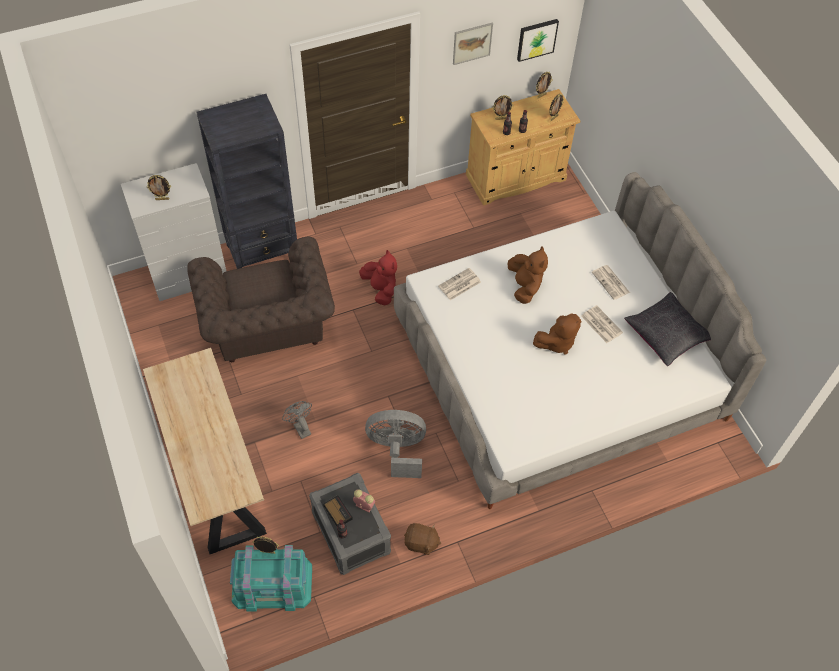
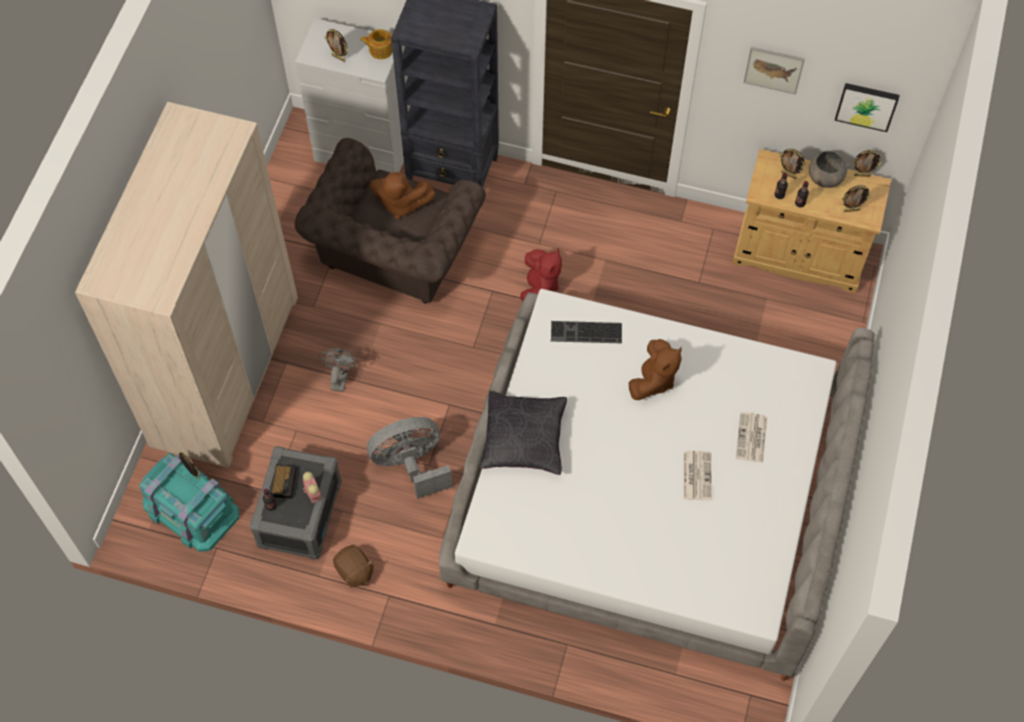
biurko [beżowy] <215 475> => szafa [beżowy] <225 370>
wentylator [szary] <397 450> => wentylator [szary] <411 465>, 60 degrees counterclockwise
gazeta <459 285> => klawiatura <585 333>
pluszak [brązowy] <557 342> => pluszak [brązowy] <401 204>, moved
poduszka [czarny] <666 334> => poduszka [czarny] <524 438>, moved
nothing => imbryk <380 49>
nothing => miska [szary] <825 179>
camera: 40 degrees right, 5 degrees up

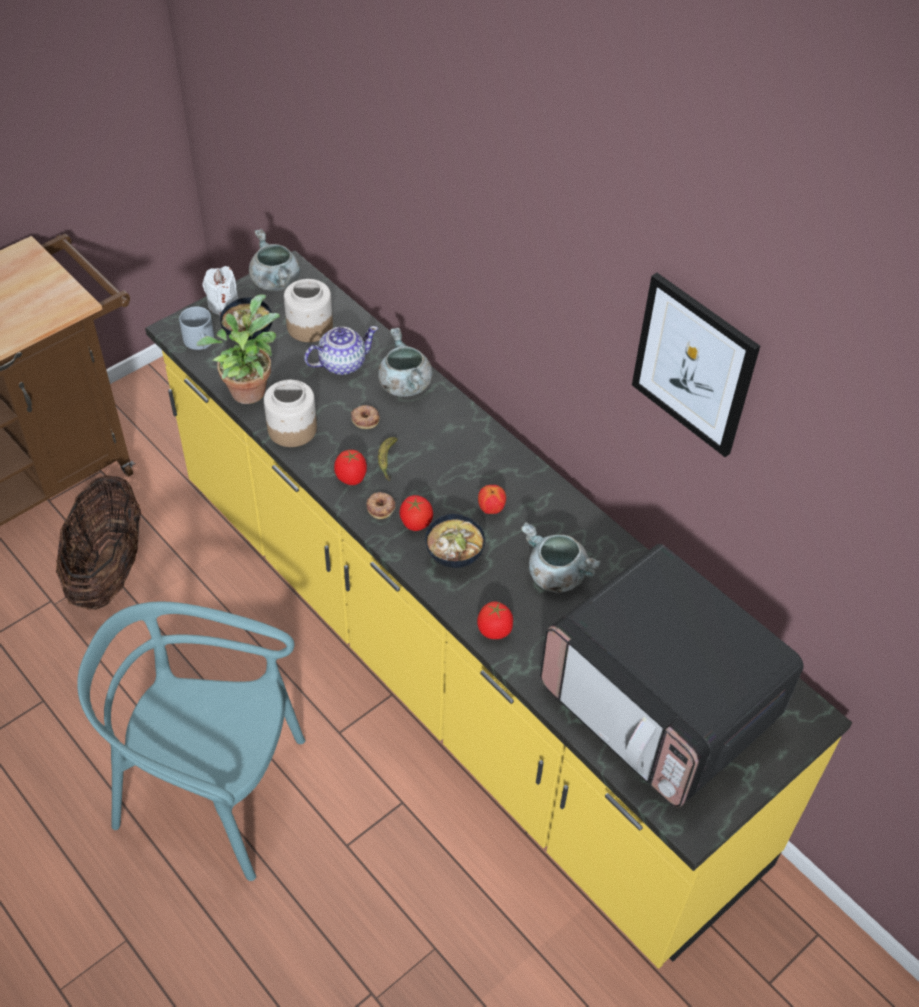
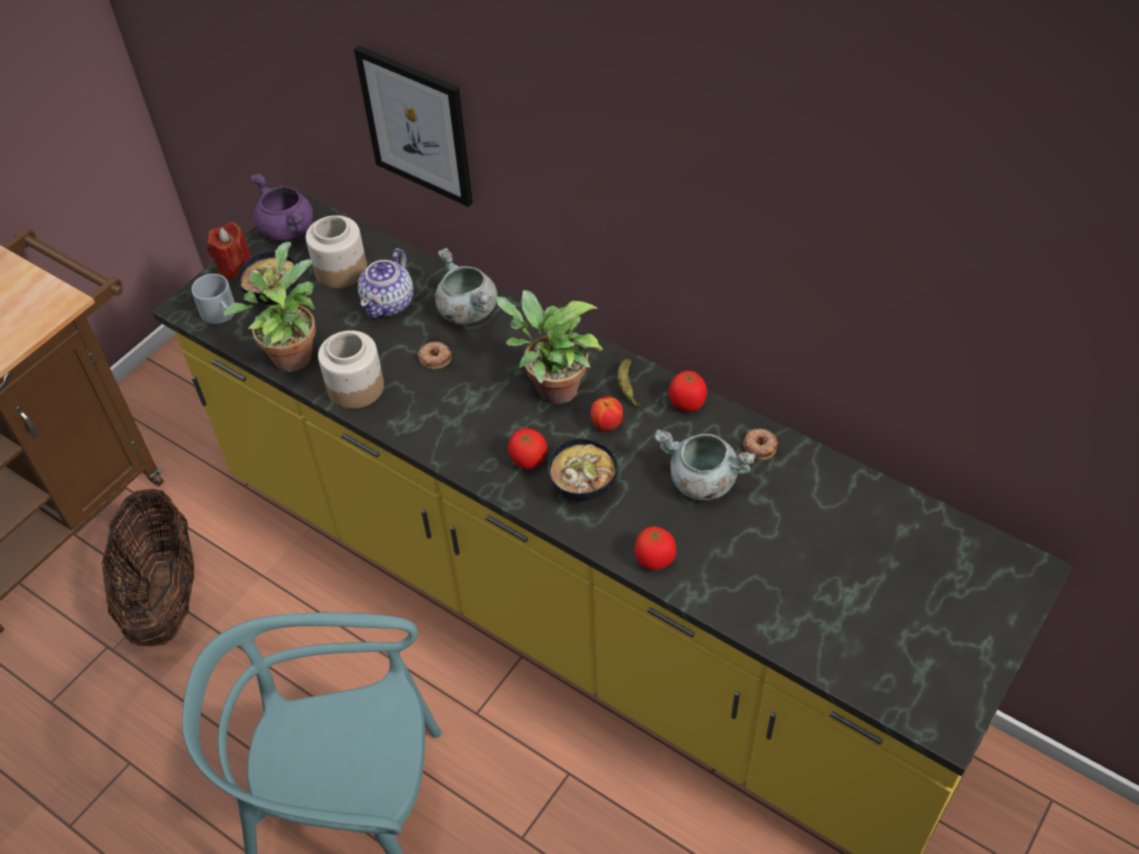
świeca [biały] <223 304> => świeca [czerwony] <235 267>
garnek [szary] <277 282> => garnek [fioletowy] <289 230>
imbryk <341 363> => imbryk <389 302>, 150 degrees clockwise
pomidor <351 478> => pomidor <687 403>, moved
donut <381 507> => donut <760 446>, moved
banan <387 461> => banan <627 387>, moved
mikrofalówka <660 704> => nothing
obraz <694 365> => obraz <417 126>, moved
nothing => roślina doniczkowa <551 389>
camera: 10 degrees left, 0 degrees up

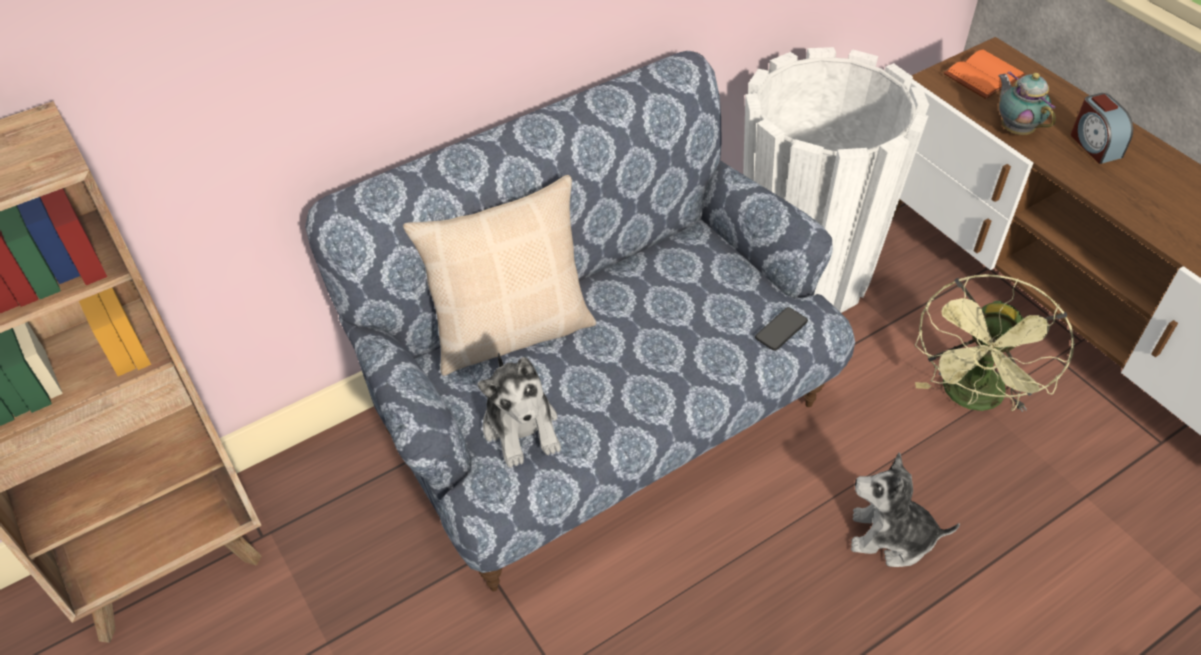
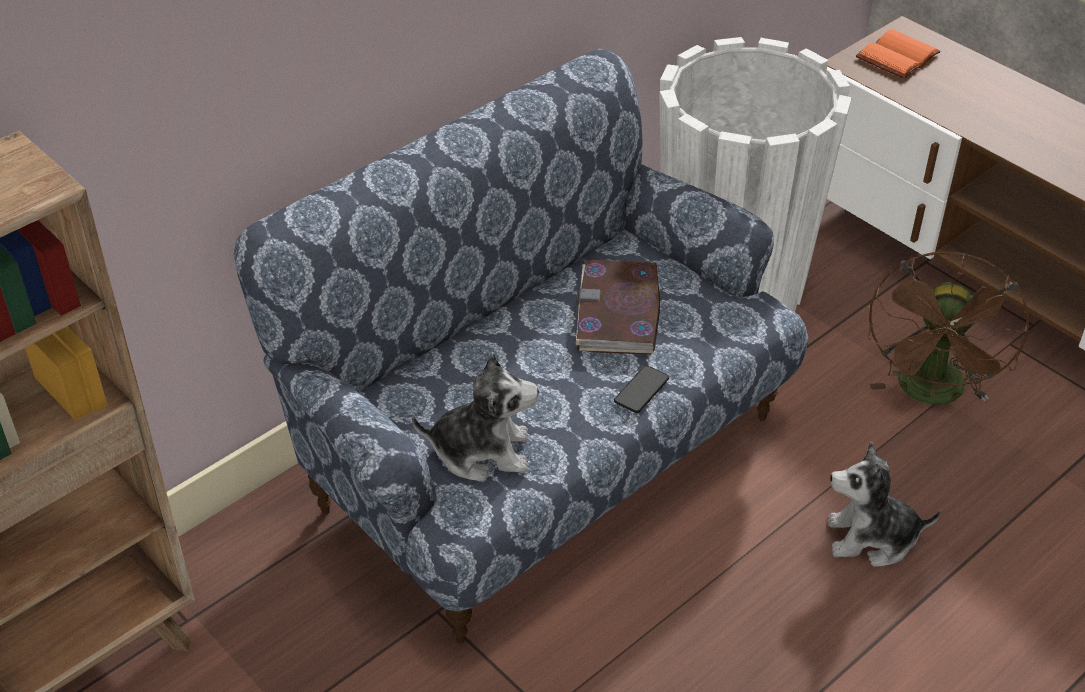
poduszka [beżowy] <511 331> => nothing
pluszak <522 427> => pluszak <482 451>, 60 degrees counterclockwise
telefon <781 330> => telefon <641 390>, moved
wentylator [zielony] <972 399> => wentylator [brązowy] <932 394>
imbryk <1015 129> => nothing
budzik <1094 145> => nothing
nothing => książka <618 312>
camera: 10 degrees left, 5 degrees down

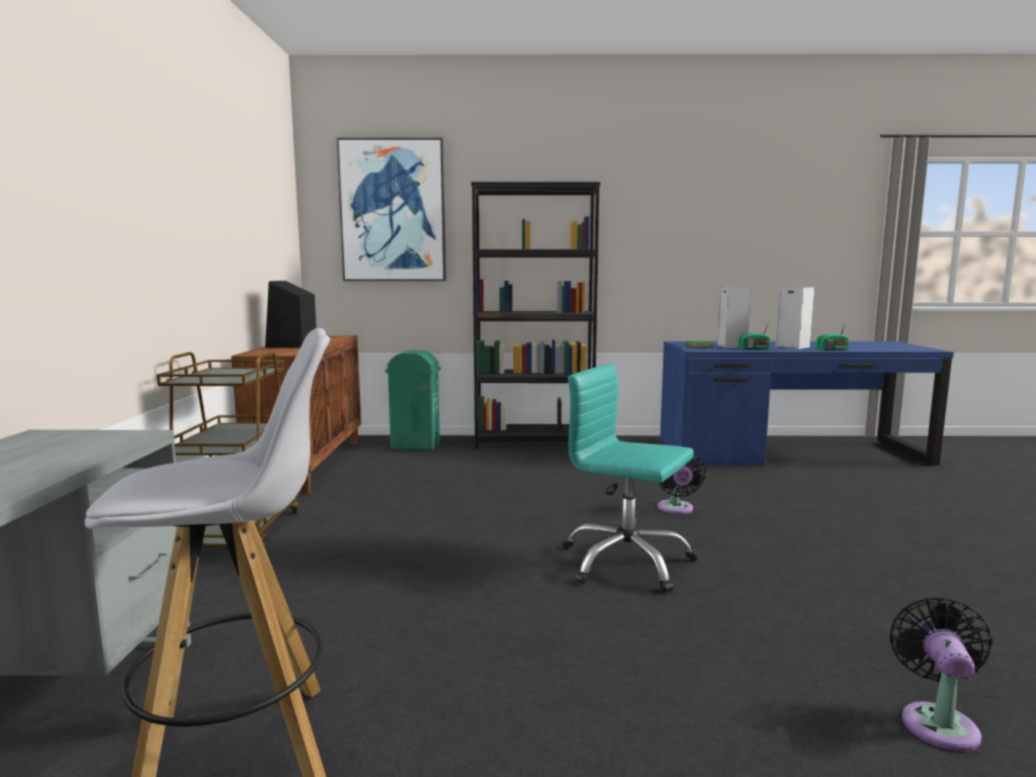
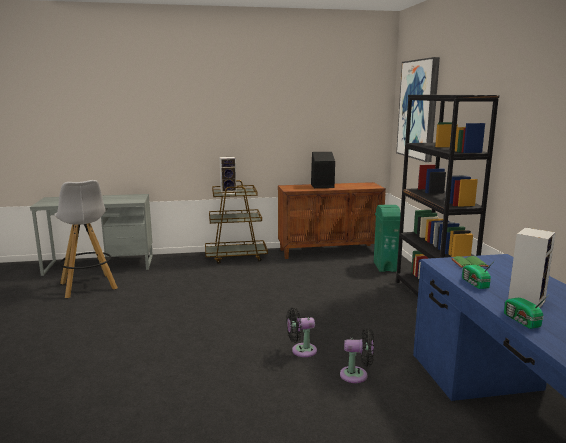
krzesło biurowe [turkusowy] <626 562> => nothing
głośnik <730 346> => głośnik <229 192>, moved
wentylator [czarny] <938 722> => wentylator [czarny] <357 375>, moved
camera: 80 degrees right, 5 degrees up

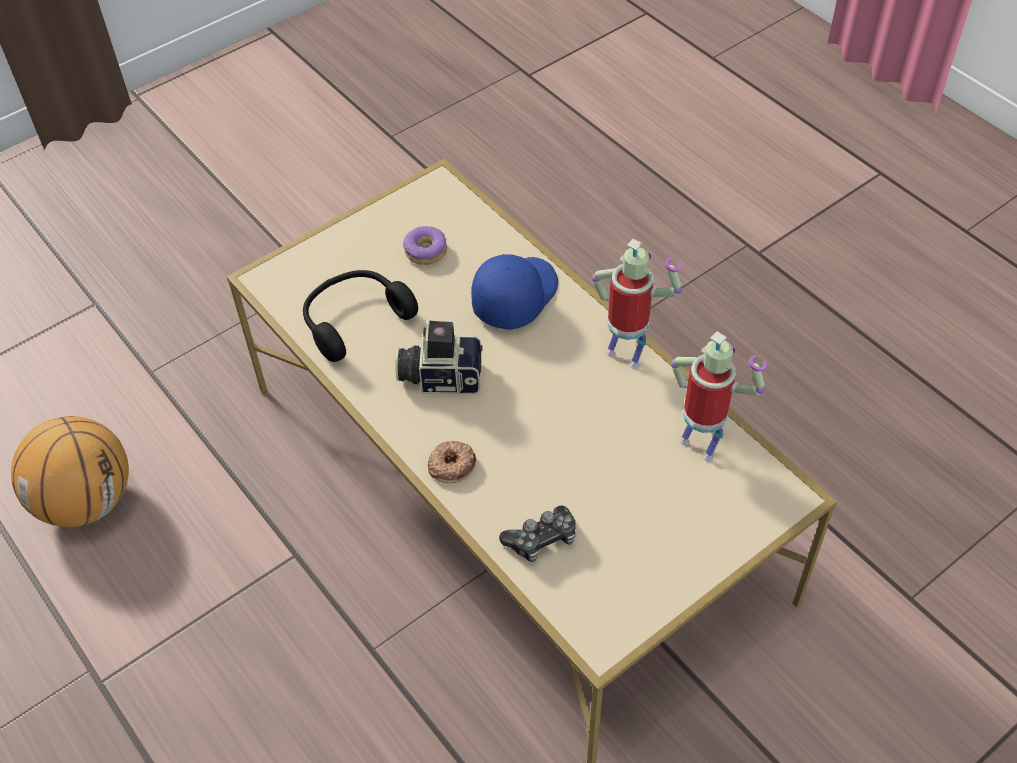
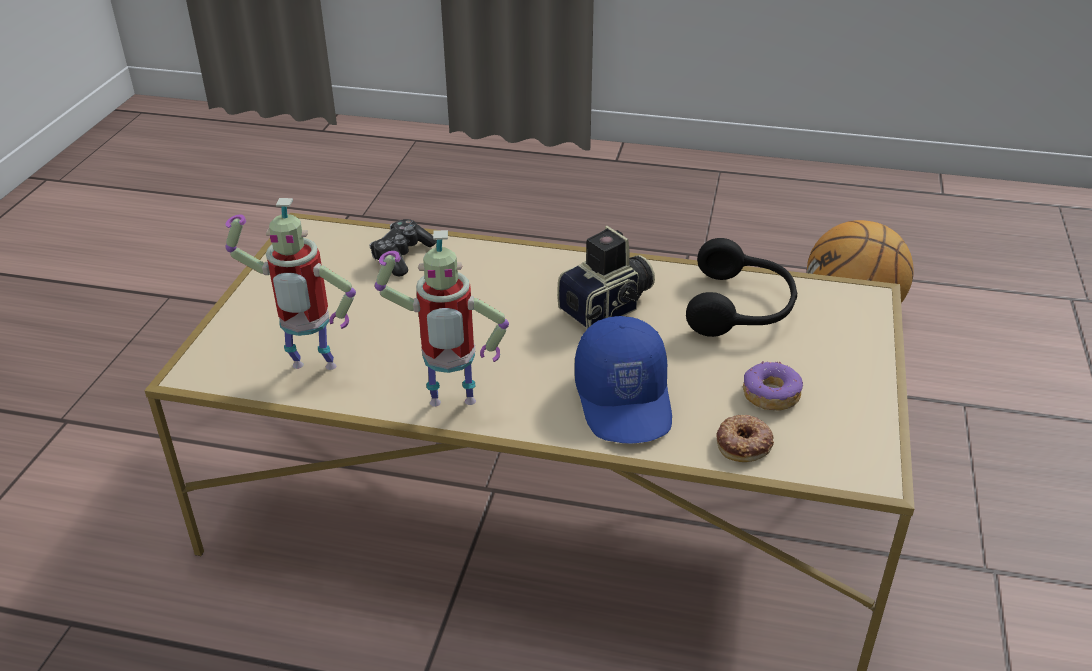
donut <451 464> => donut <744 443>, moved
camera: 140 degrees right, 15 degrees down

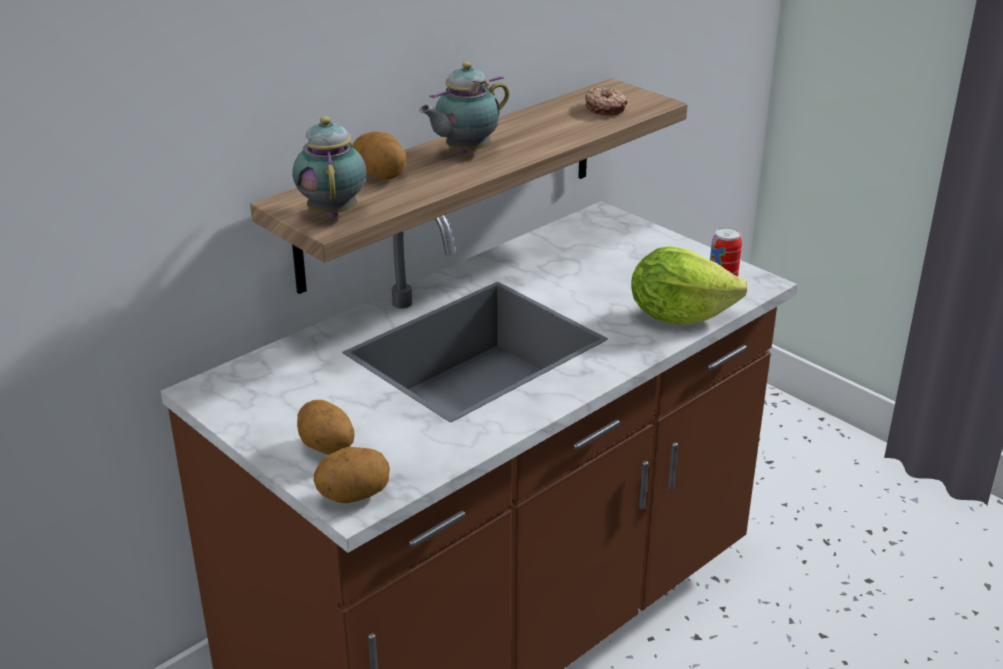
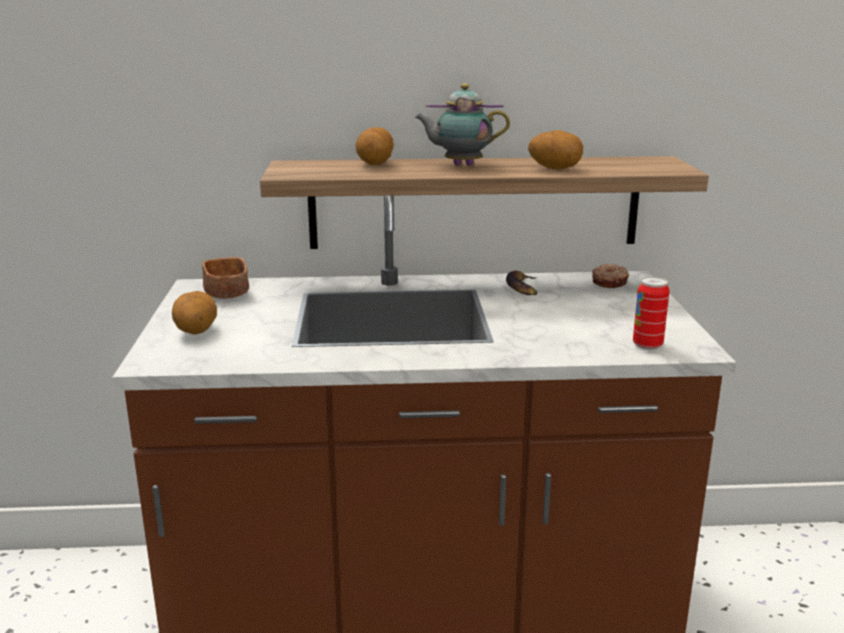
imbryk <333 211> => nothing
ziemniak <353 495> => ziemniak <555 168>, moved
donut <605 108> => donut <610 282>, moved
sałata <679 315> => nothing
nothing => miska [brązowy] <227 293>
nothing => banan <523 288>
camera: 40 degrees right, 10 degrees down

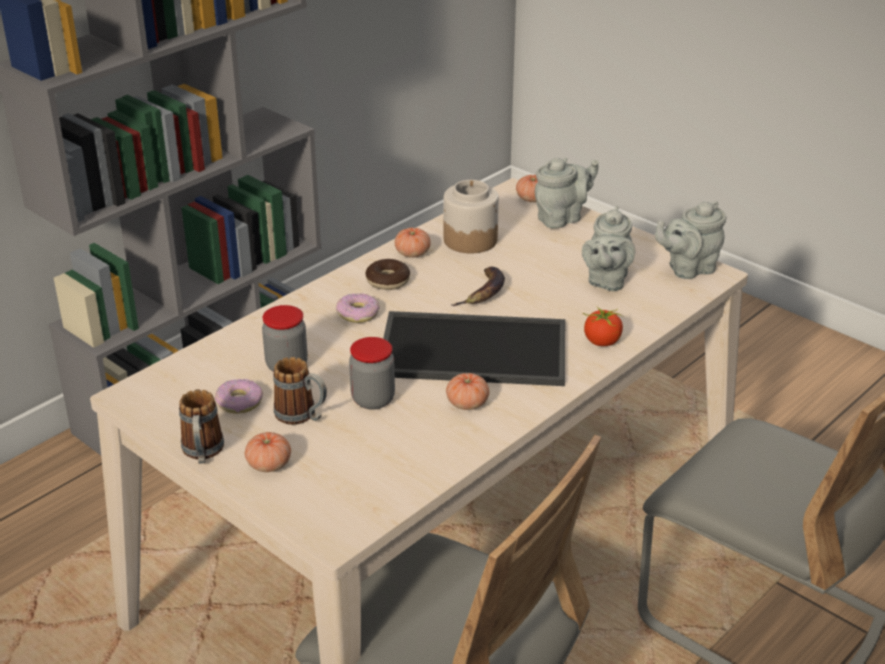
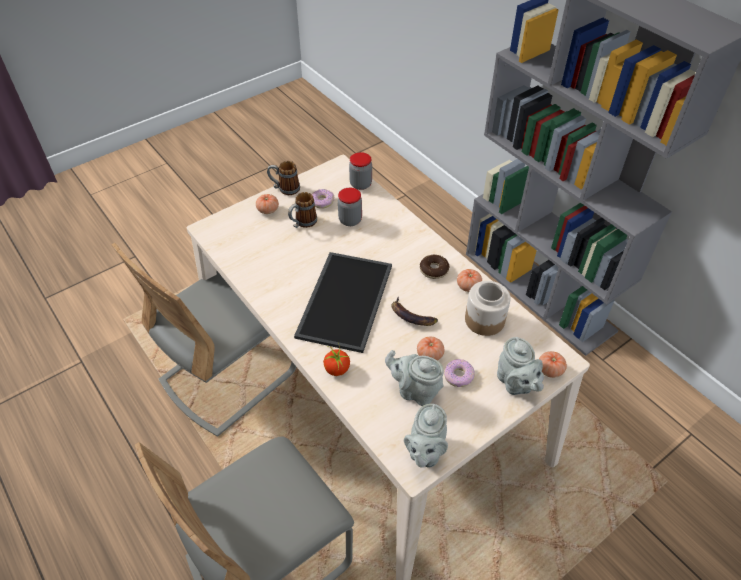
donut <358 313> => donut <459 376>, moved
słoik <373 399> => słoik <360 184>, moved
pomidor <467 403> => pomidor <429 355>, moved
imbryk [szary] <688 269> => imbryk [szary] <425 452>, 150 degrees counterclockwise
camera: 100 degrees right, 15 degrees up

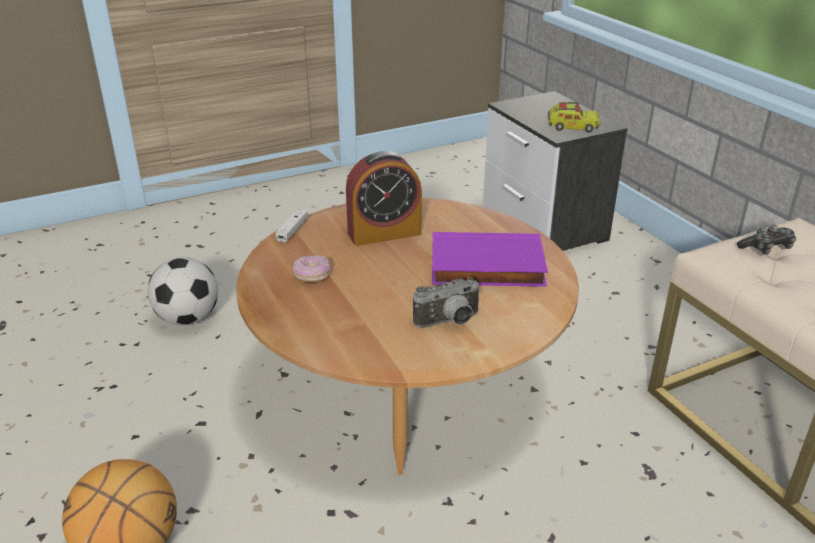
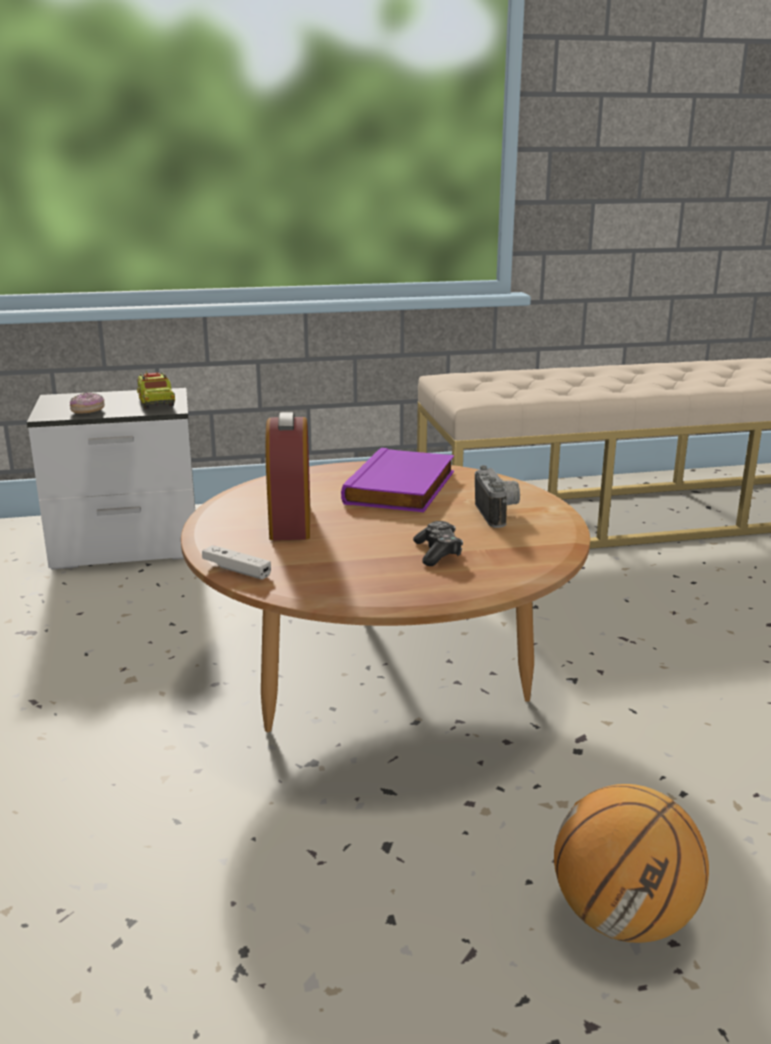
piłka futbolowa <187 319> => nothing
donut <312 276> => donut <88 411>, moved
ciężarówka zabawkowa <572 127> => ciężarówka zabawkowa <156 402>, 135 degrees clockwise
pad do gier <766 248> => pad do gier <438 553>, moved
camera: 75 degrees left, 10 degrees down

